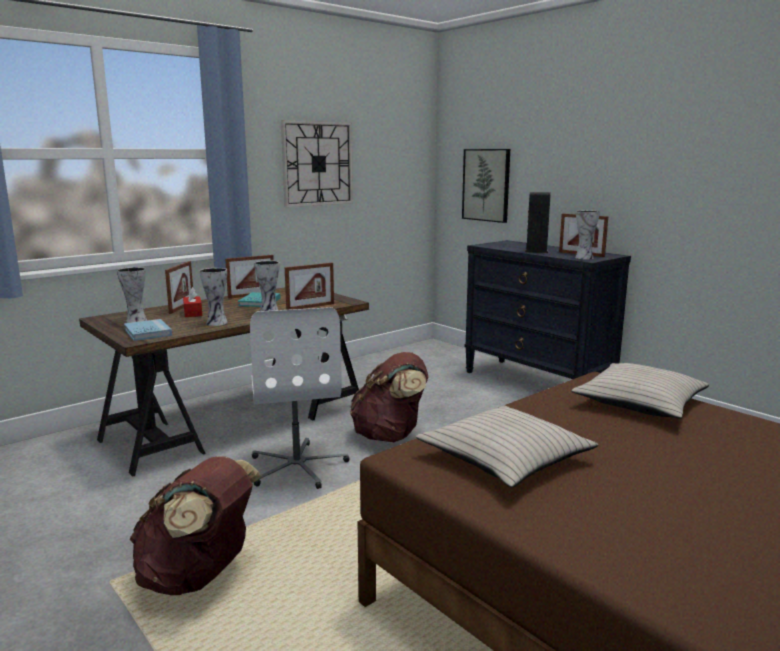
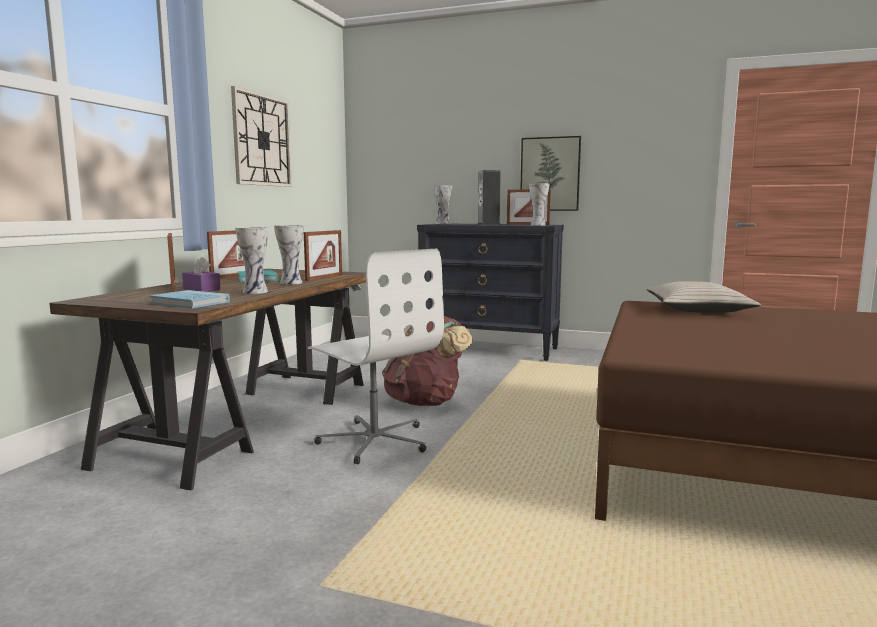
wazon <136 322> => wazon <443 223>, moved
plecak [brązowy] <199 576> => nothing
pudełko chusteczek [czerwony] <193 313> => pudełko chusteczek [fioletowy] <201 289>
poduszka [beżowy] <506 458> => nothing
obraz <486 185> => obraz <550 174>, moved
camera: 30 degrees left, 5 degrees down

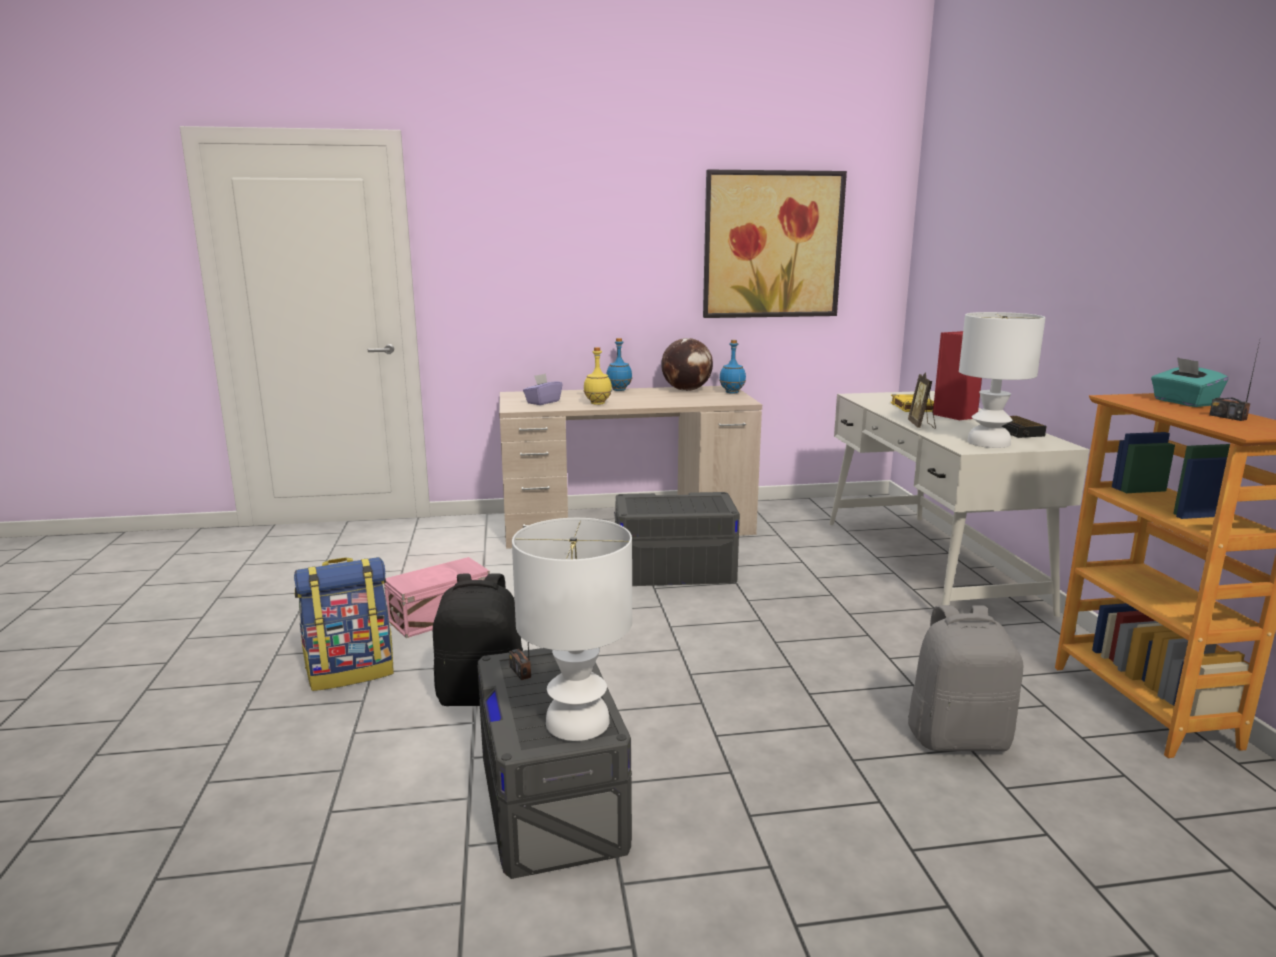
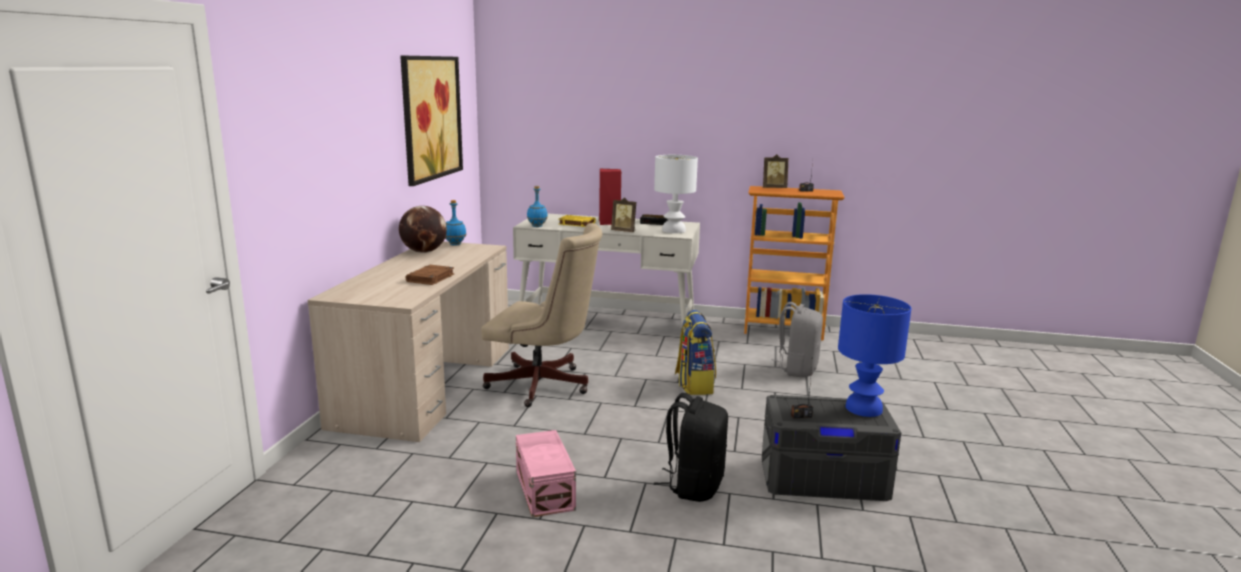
plecak <351 672> => plecak <694 384>, moved
lampa stołowa [biały] <575 722> => lampa stołowa [niebieski] <864 409>
pudełko chusteczek [fioletowy] <543 402> => nothing
butelka [żółty] <597 403> => książka [brązowy] <430 278>
butelka [niebieski] <619 390> => butelka [niebieski] <537 226>, moved
pojemnik do przechowywania [szary] <674 570> => krzesło biurowe [beżowy] <544 386>
pudełko chusteczek [turkusowy] <1183 402> => ramka na zdjęcie <773 188>
camera: 70 degrees left, 0 degrees up

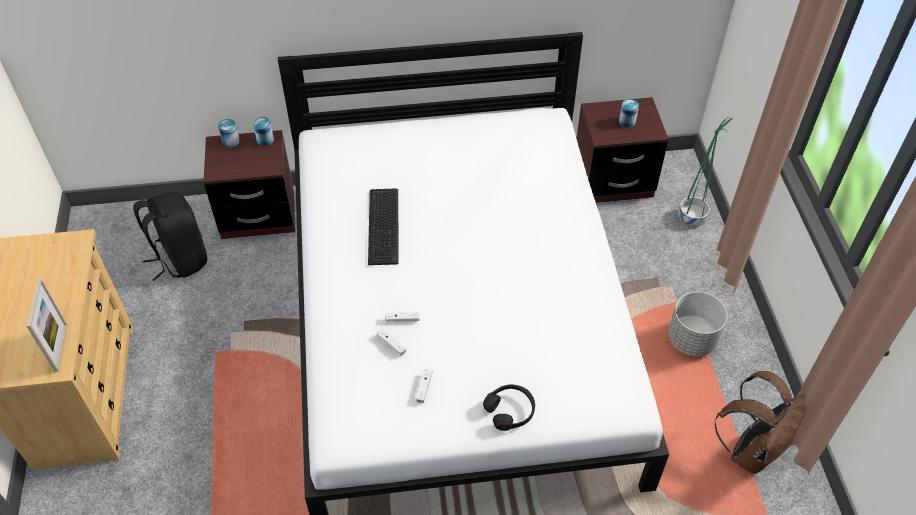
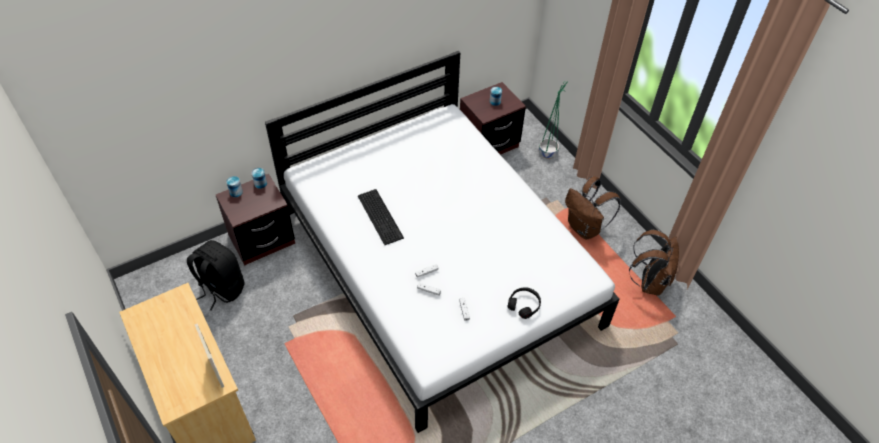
donica [szary] <692 340> => plecak [brązowy] <585 228>
camera: 25 degrees left, 0 degrees up

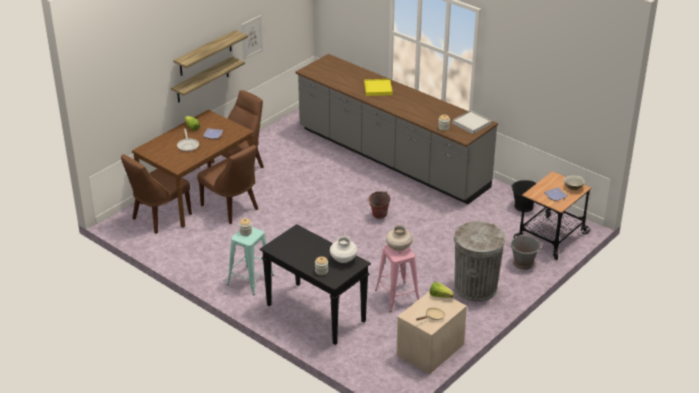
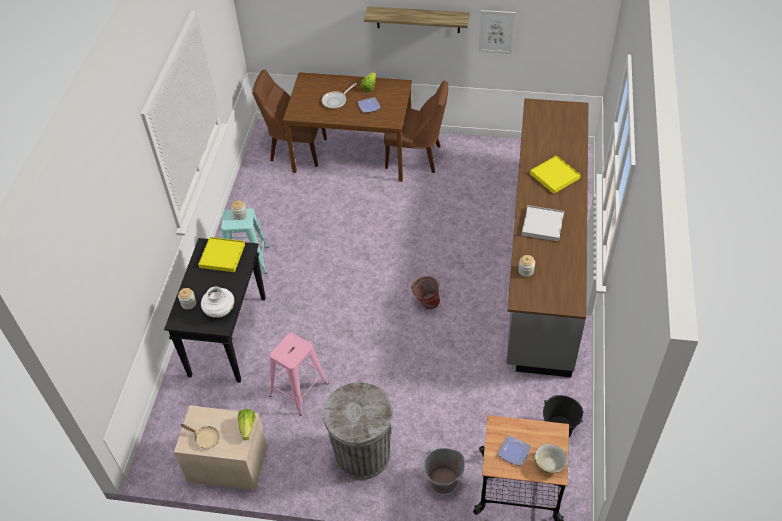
półka <202 80> => nothing
krzesło [brązowy] <231 208> => nothing
wazon [beżowy] <399 247> => nothing
taca [biały] <471 123> => taca [biały] <542 225>, moved
nothing => taca [żółty] <222 256>
camera: 60 degrees right, 15 degrees up

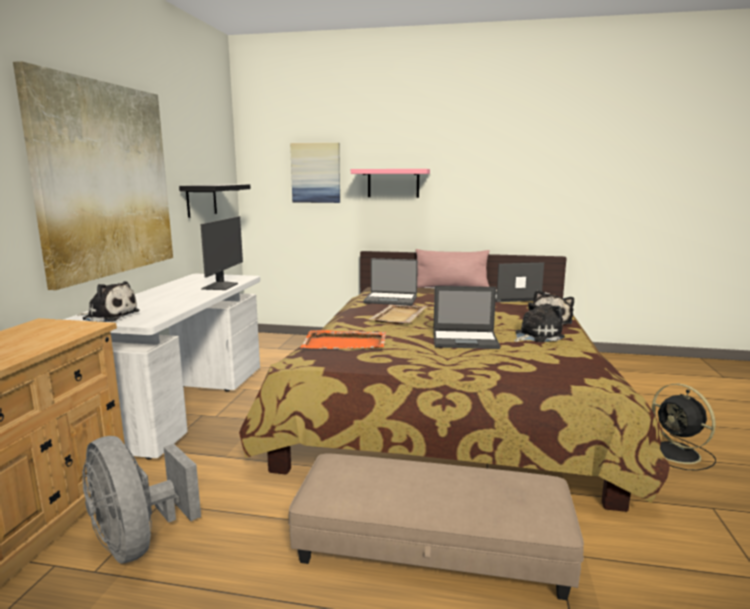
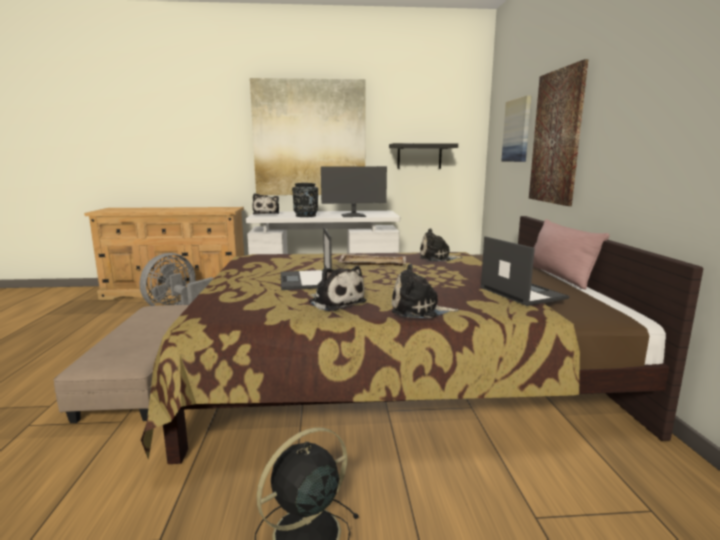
taca [pomarańczowy] <345 343> => nothing
półka [różowy] <393 183> => obraz <557 137>
laptop <391 300> => pluszak <437 258>
nothing => wazon [czarny] <306 216>
camera: 75 degrees right, 0 degrees up

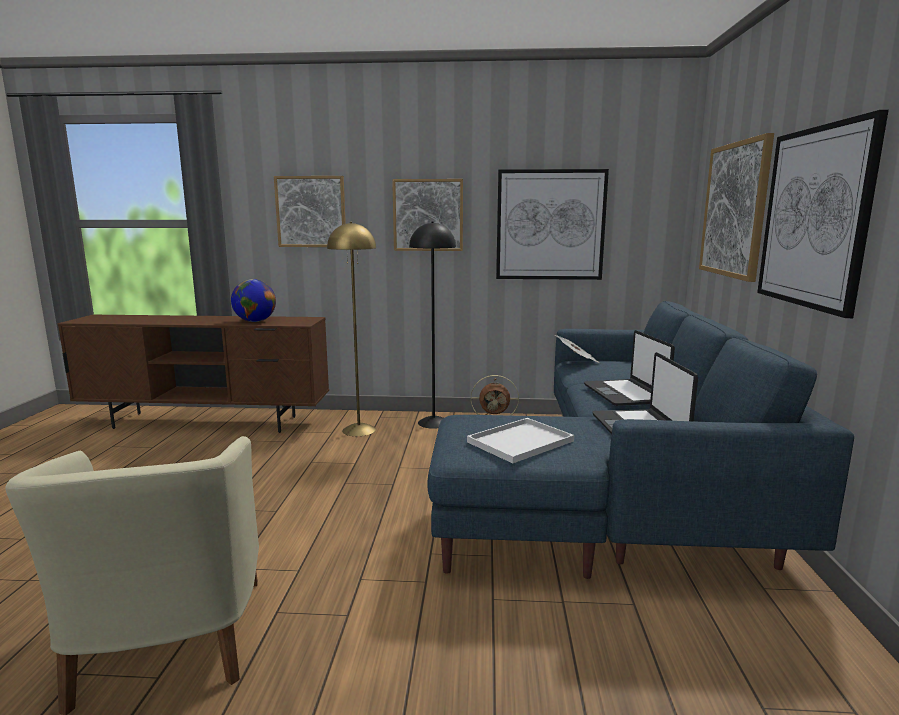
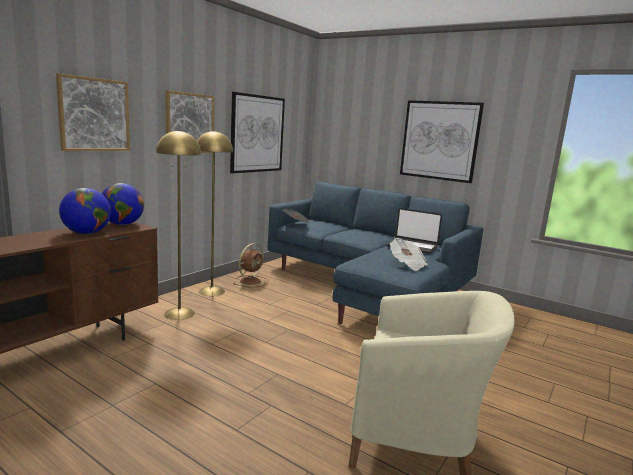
lampa stojąca [czarny] <433 422> => lampa stojąca [żółty] <211 291>
taca [biały] <519 442> => gazeta <407 264>
laptop <625 394> => nothing
obraz <734 210> => nothing
nothing => globus <122 224>
camera: 60 degrees left, 0 degrees up

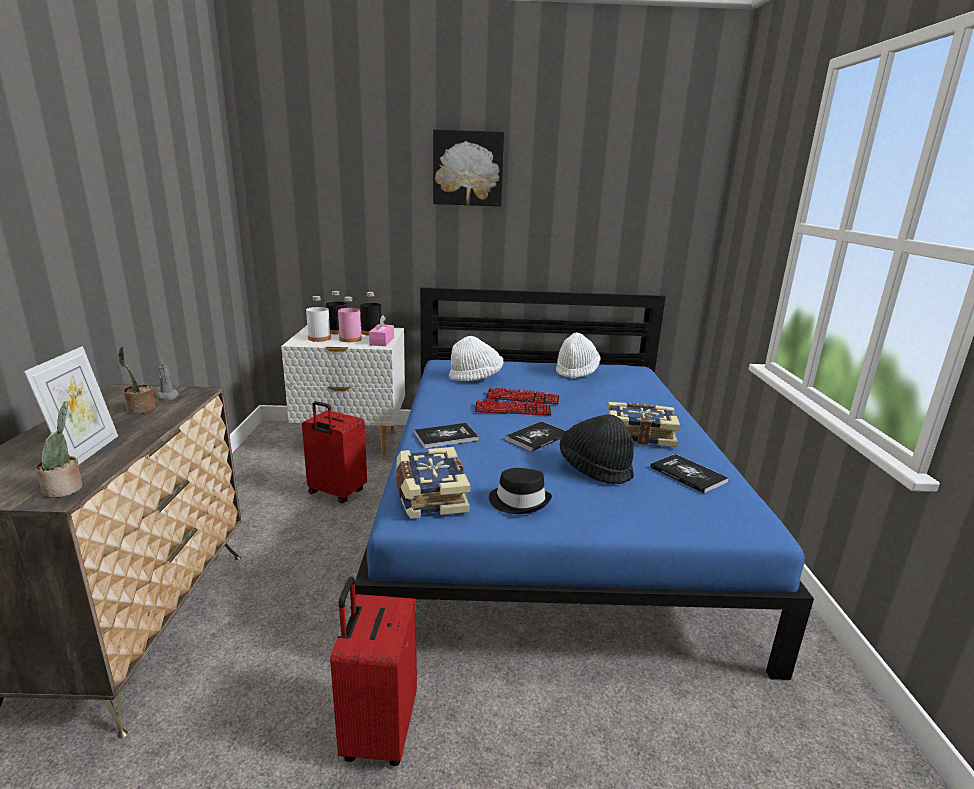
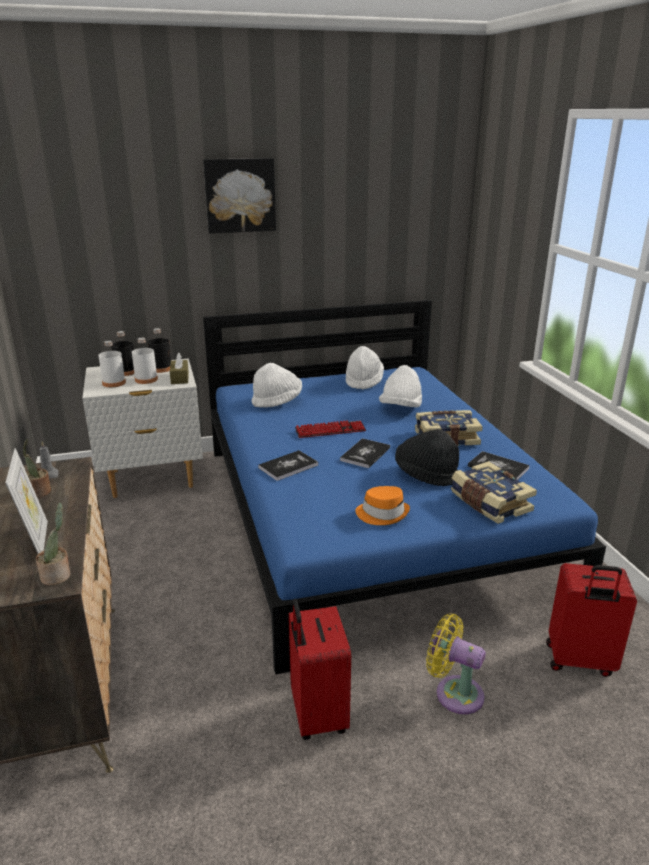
walizka [czerwony] <336 493> => walizka [czerwony] <579 661>, moved
butelka [różowy] <350 339> => butelka [biały] <146 379>
pudełko chusteczek [różowy] <382 341> => pudełko chusteczek [brązowy] <180 378>
książka <429 495> => książka <489 503>, moved
klawiatura <522 398> => nothing
kapelusz [czarny] <519 501> => kapelusz [pomarańczowy] <382 514>
nothing => kapelusz [biały] <401 408>
nothing => wentylator [żółty] <454 692>
camera: 15 degrees left, 5 degrees up

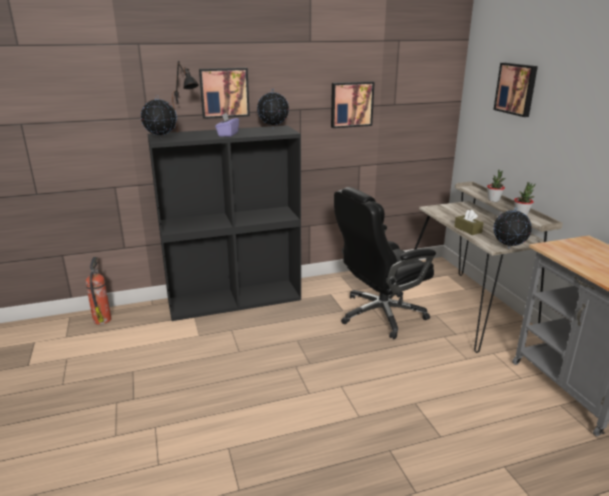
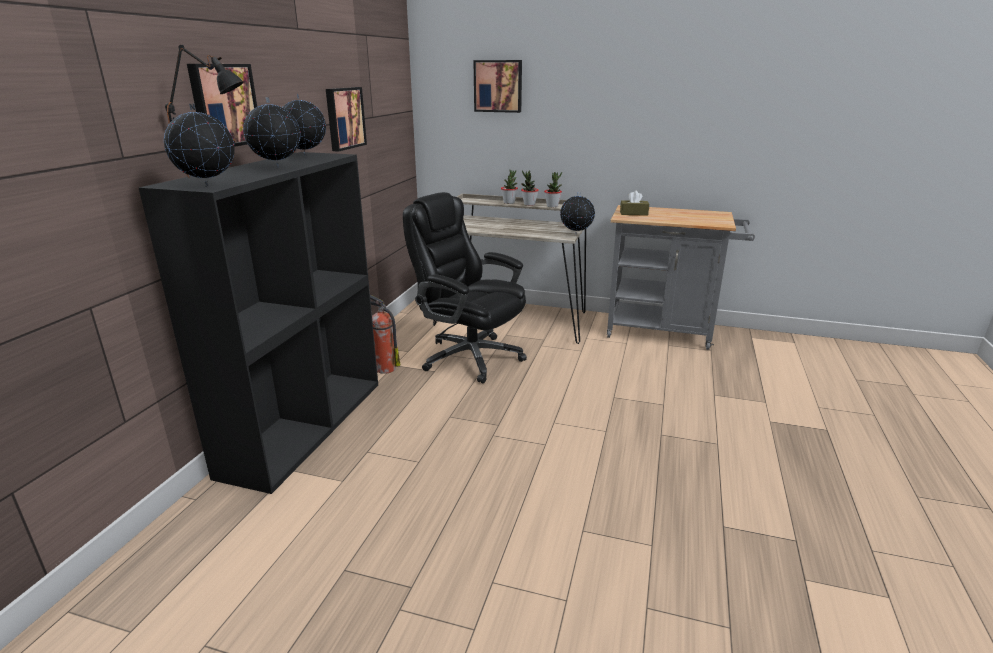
gaśnica <102 319> => gaśnica <384 368>, moved
pudełko chusteczek [fioletowy] <227 134> => globus <277 167>
krzesło biurowe [czarny] <380 315> => krzesło biurowe [czarny] <469 357>, 120 degrees clockwise
pudełko chusteczek [brązowy] <467 229> => pudełko chusteczek [brązowy] <633 213>, moved
nothing => roślina doniczkowa <529 204>
camera: 55 degrees left, 0 degrees up

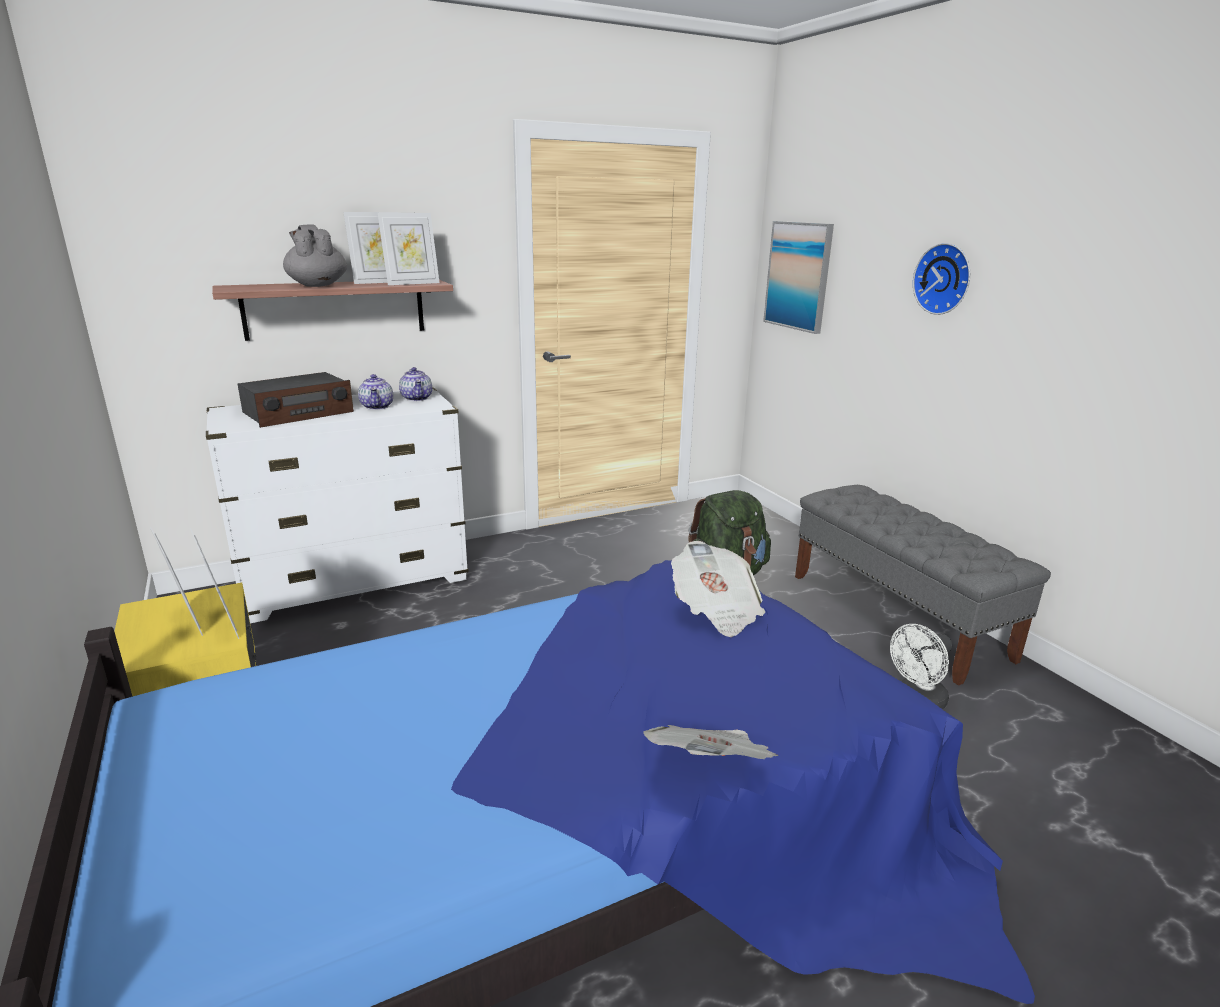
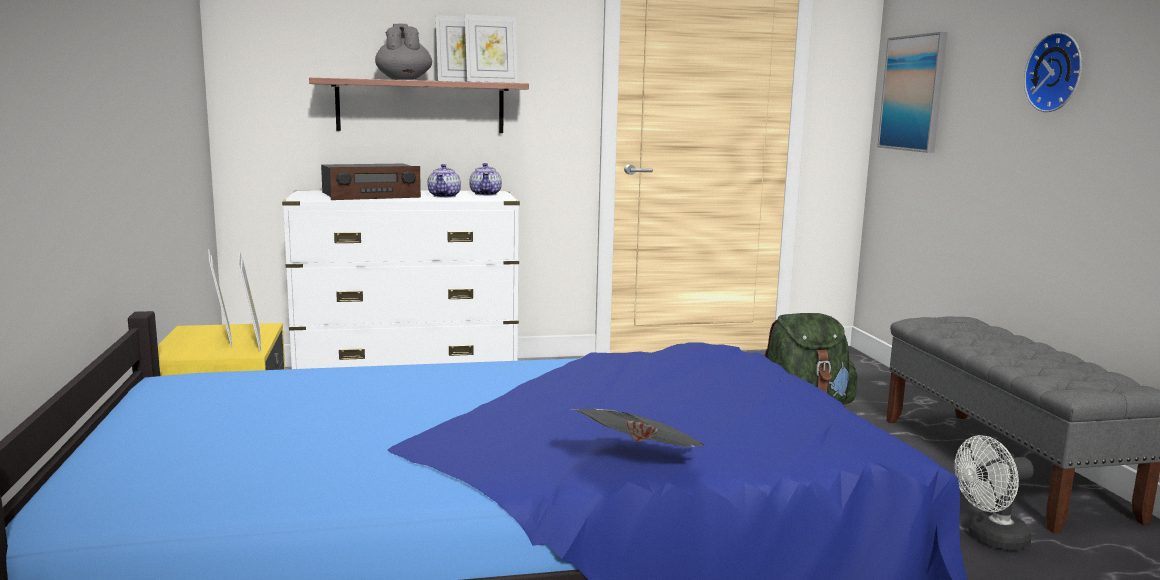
gazeta <716 610> => nothing
camera: 15 degrees right, 10 degrees down

